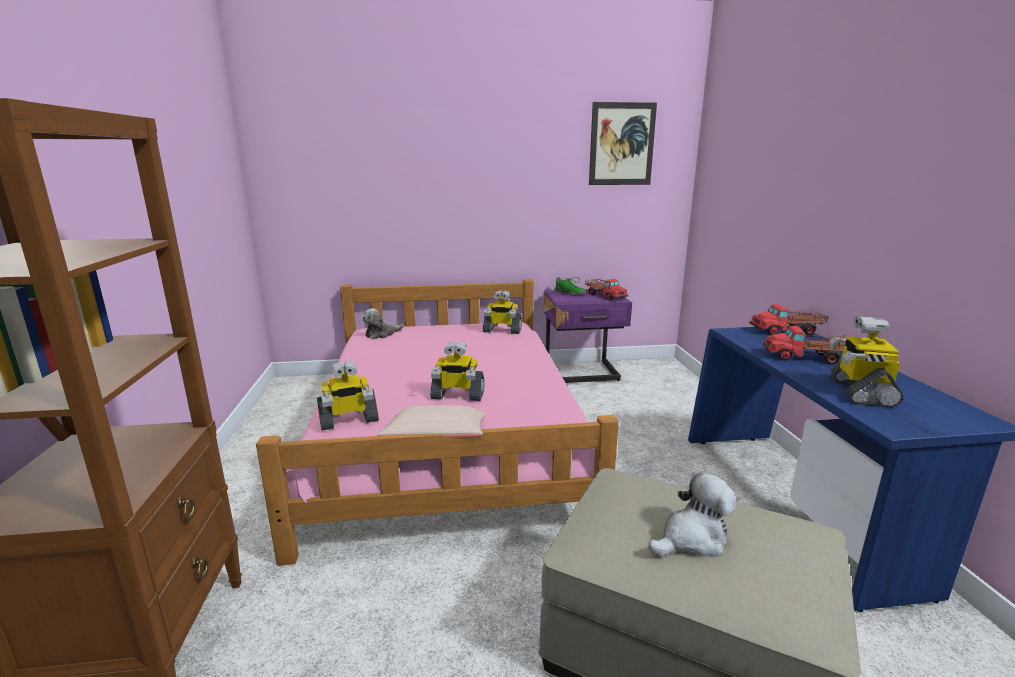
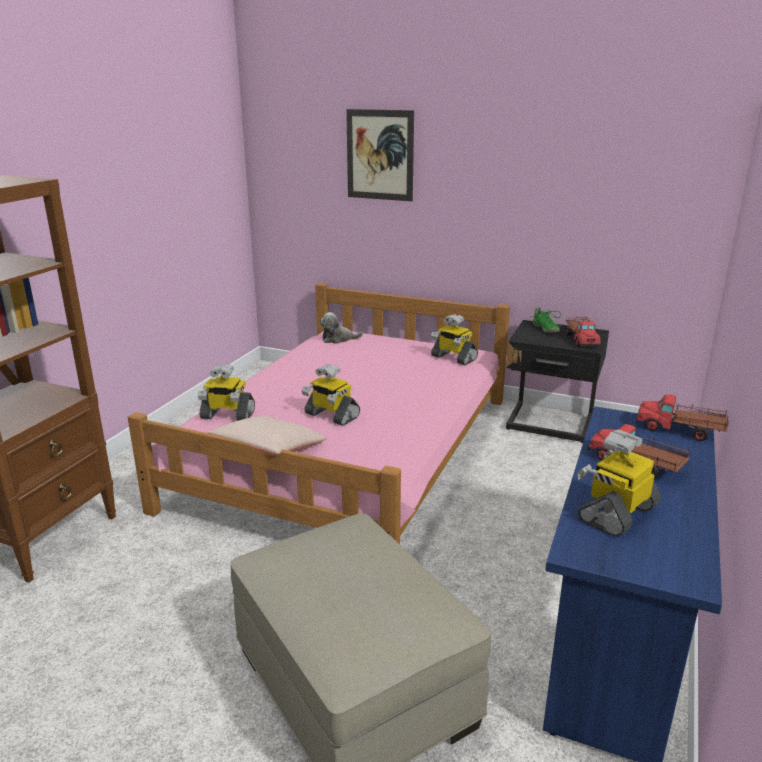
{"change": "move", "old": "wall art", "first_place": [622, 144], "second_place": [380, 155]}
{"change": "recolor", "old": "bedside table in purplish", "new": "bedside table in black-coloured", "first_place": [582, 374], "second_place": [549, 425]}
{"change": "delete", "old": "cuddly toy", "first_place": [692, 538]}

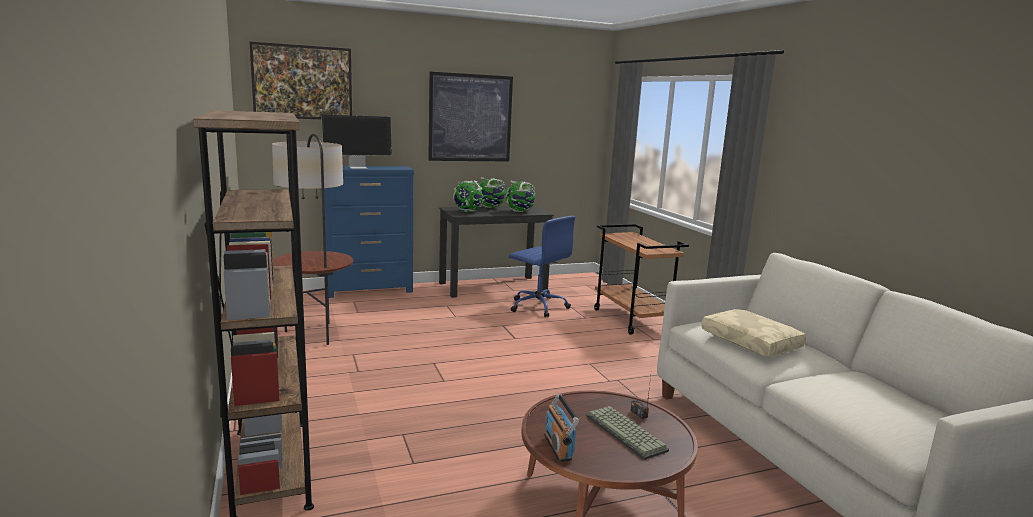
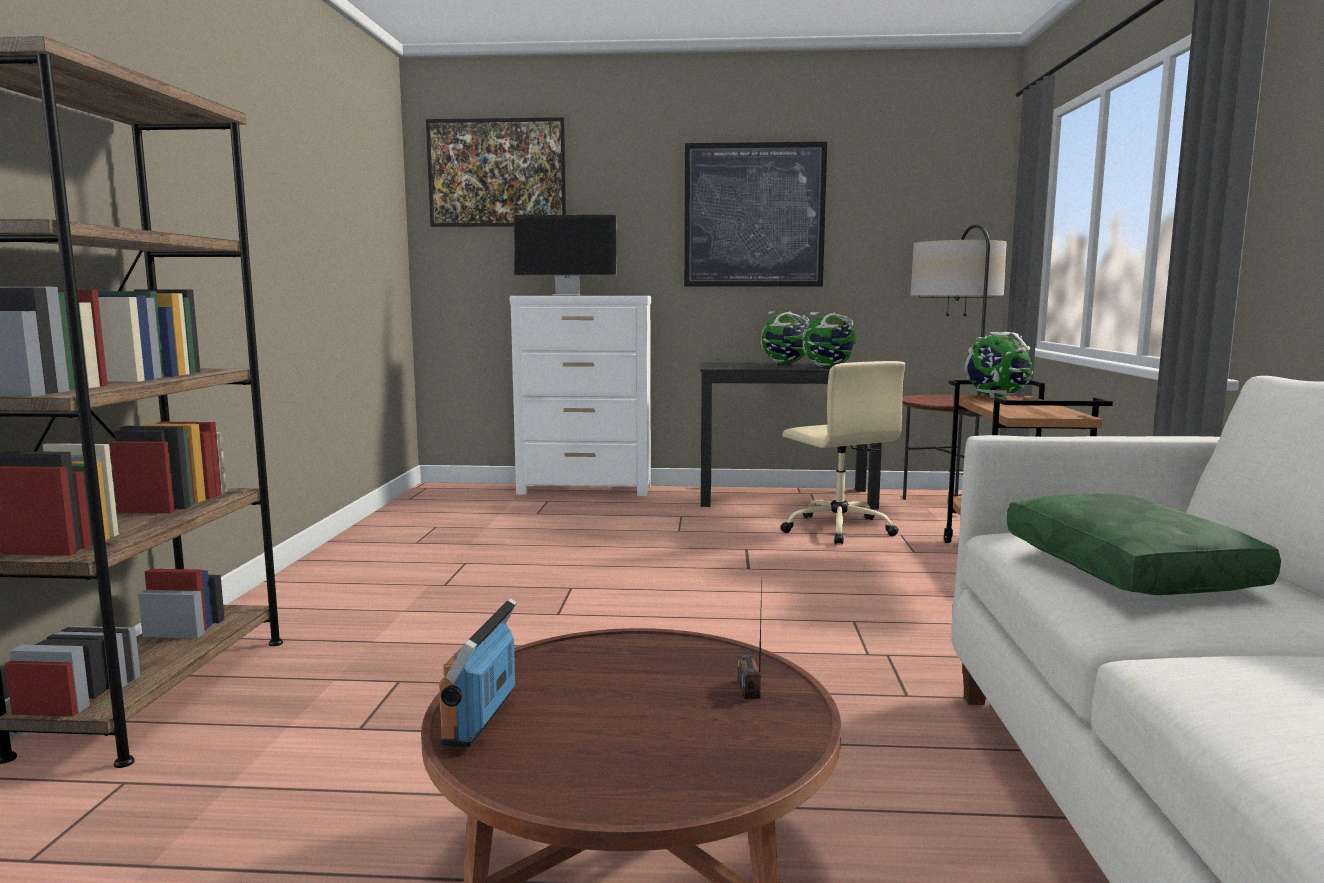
{"change": "move", "old": "standard lamp", "first_place": [316, 334], "second_place": [947, 504]}
{"change": "recolor", "old": "drawer chest in blue-coloured", "new": "drawer chest in whitish", "first_place": [370, 291], "second_place": [585, 490]}
{"change": "move", "old": "world globe", "first_place": [467, 211], "second_place": [995, 397]}
{"change": "recolor", "old": "desk chair in blue-coloured", "new": "desk chair in sand-coloured", "first_place": [537, 306], "second_place": [837, 528]}
{"change": "recolor", "old": "throw pillow in sand-coloured", "new": "throw pillow in green-coloured", "first_place": [752, 342], "second_place": [1131, 568]}
{"change": "delete", "old": "PC keyboard", "first_place": [627, 433]}

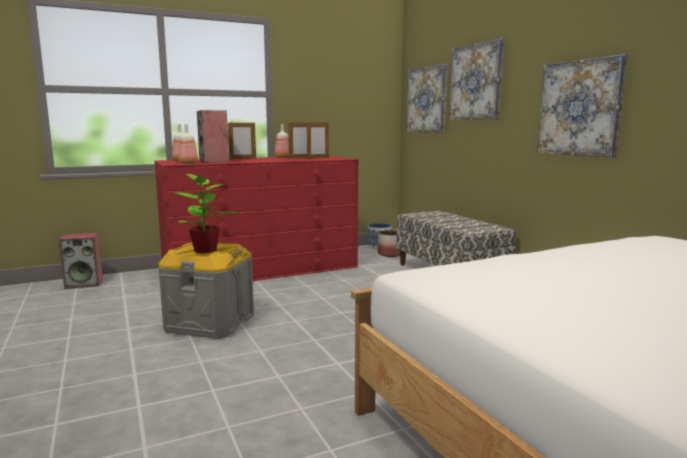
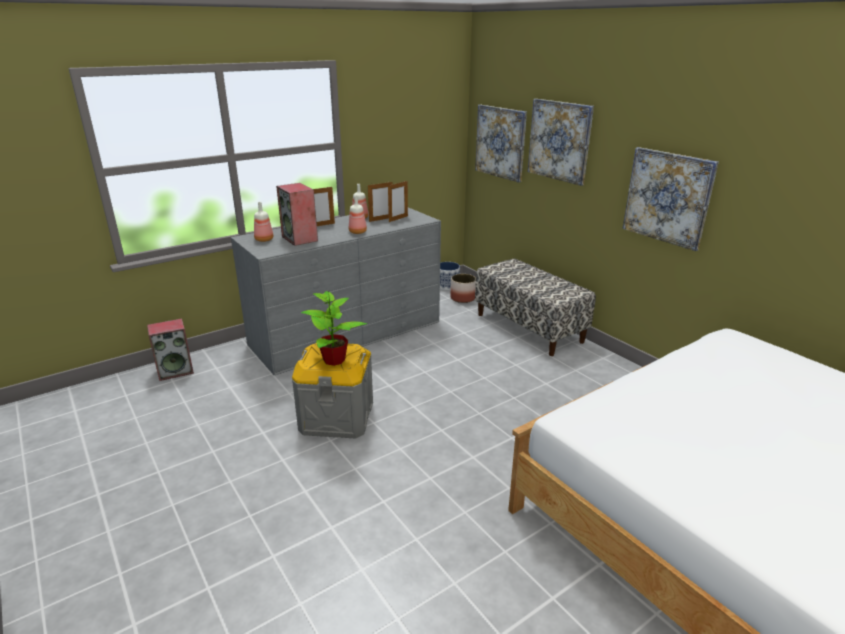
{"change": "move", "old": "beverage bottle", "first_place": [189, 163], "second_place": [358, 232]}
{"change": "recolor", "old": "drawer chest in red", "new": "drawer chest in greyish", "first_place": [262, 269], "second_place": [347, 333]}

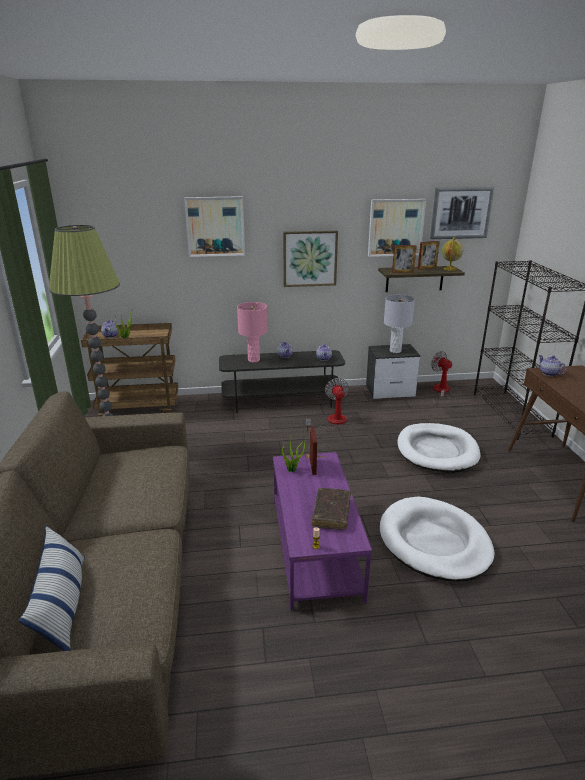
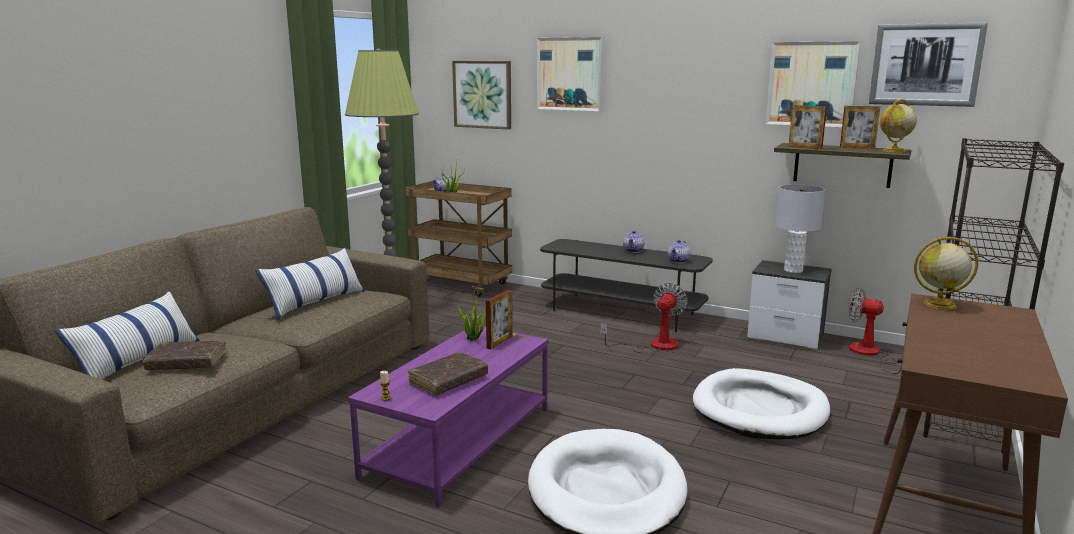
{"change": "move", "old": "wall art", "first_place": [309, 258], "second_place": [483, 94]}
{"change": "delete", "old": "tabletop lamp in pink-coloured", "first_place": [254, 360]}
{"change": "rotate", "old": "electric fan", "first_place": [440, 391], "second_place": [870, 354], "degrees": -60}
{"change": "replace", "old": "pot for tea", "new": "world globe", "first_place": [548, 373], "second_place": [938, 304]}
{"change": "insert", "new": "throw pillow", "second_place": [315, 302]}
{"change": "insert", "new": "book in brownish", "second_place": [187, 363]}

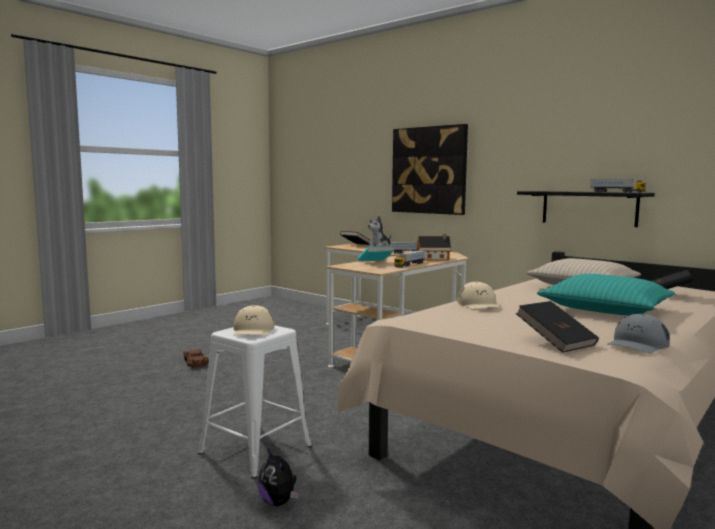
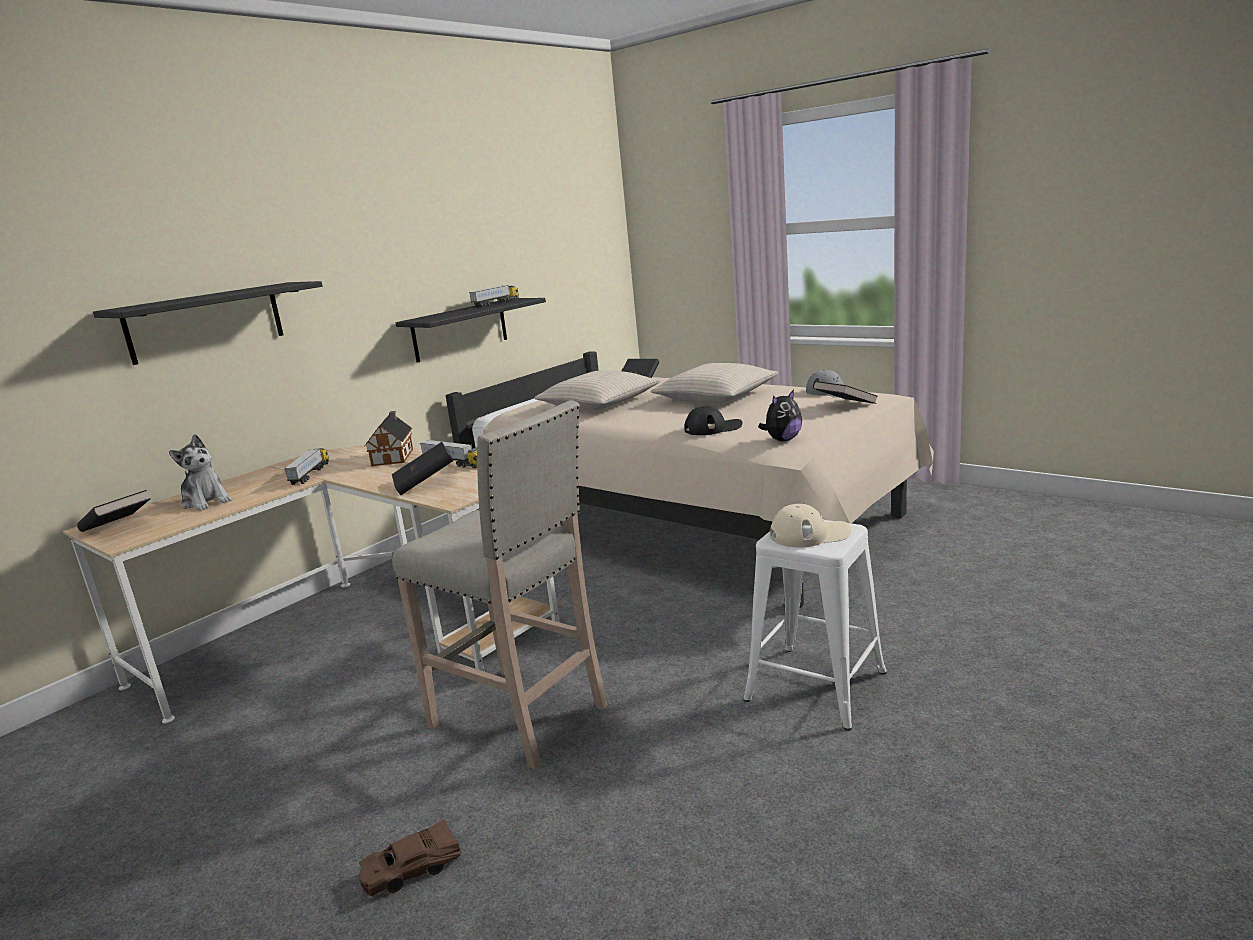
{"change": "replace", "old": "wall art", "new": "bracket shelf in black-coloured", "first_place": [429, 170], "second_place": [205, 322]}
{"change": "recolor", "old": "book in turquoise", "new": "book in black-coloured", "first_place": [375, 263], "second_place": [425, 483]}
{"change": "recolor", "old": "throw pillow in turquoise", "new": "throw pillow in sand-coloured", "first_place": [605, 309], "second_place": [715, 397]}
{"change": "recolor", "old": "baseball cap in sand-coloured", "new": "baseball cap in black-coloured", "first_place": [479, 305], "second_place": [713, 428]}
{"change": "move", "old": "cuddly toy", "first_place": [278, 502], "second_place": [782, 440]}
{"change": "insert", "new": "stool seat in sand-coloured", "second_place": [521, 717]}

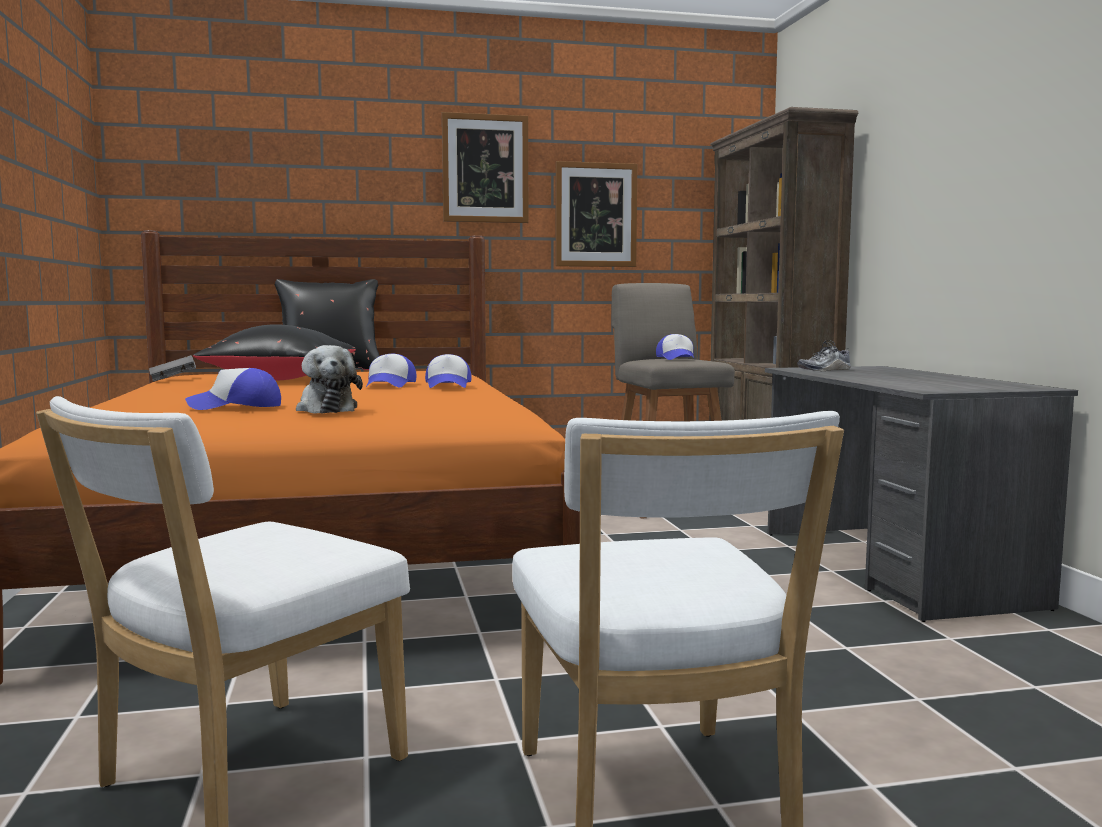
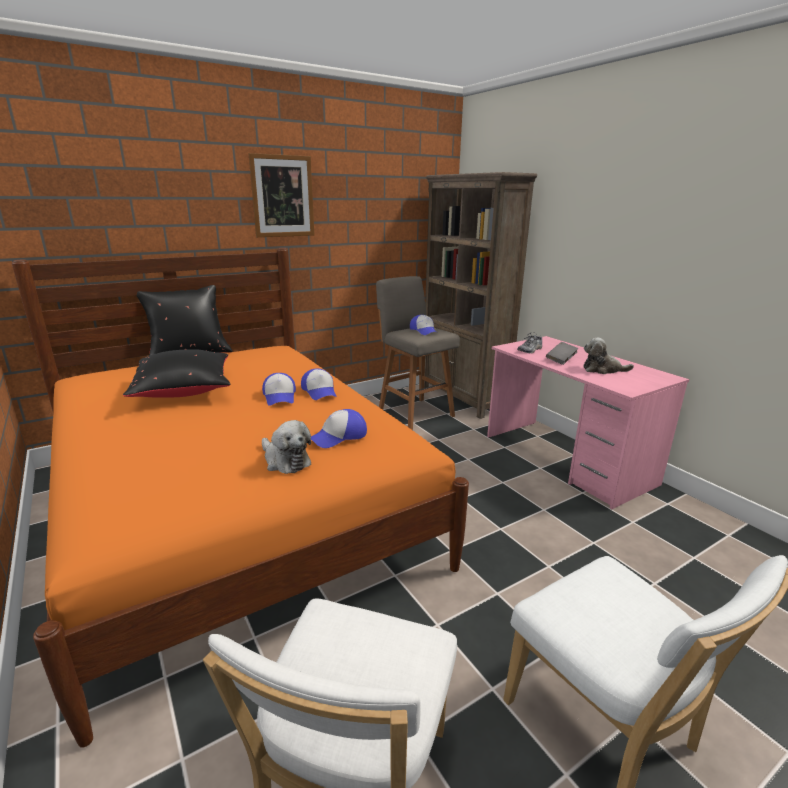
{"change": "delete", "old": "wall art", "first_place": [596, 215]}
{"change": "move", "old": "book in greyish", "first_place": [173, 379], "second_place": [561, 360]}
{"change": "recolor", "old": "desk table in greyish", "new": "desk table in pink-coloured", "first_place": [892, 567], "second_place": [566, 459]}
{"change": "move", "old": "baseball cap", "first_place": [236, 406], "second_place": [339, 437]}
{"change": "insert", "new": "cuddly toy", "second_place": [602, 370]}

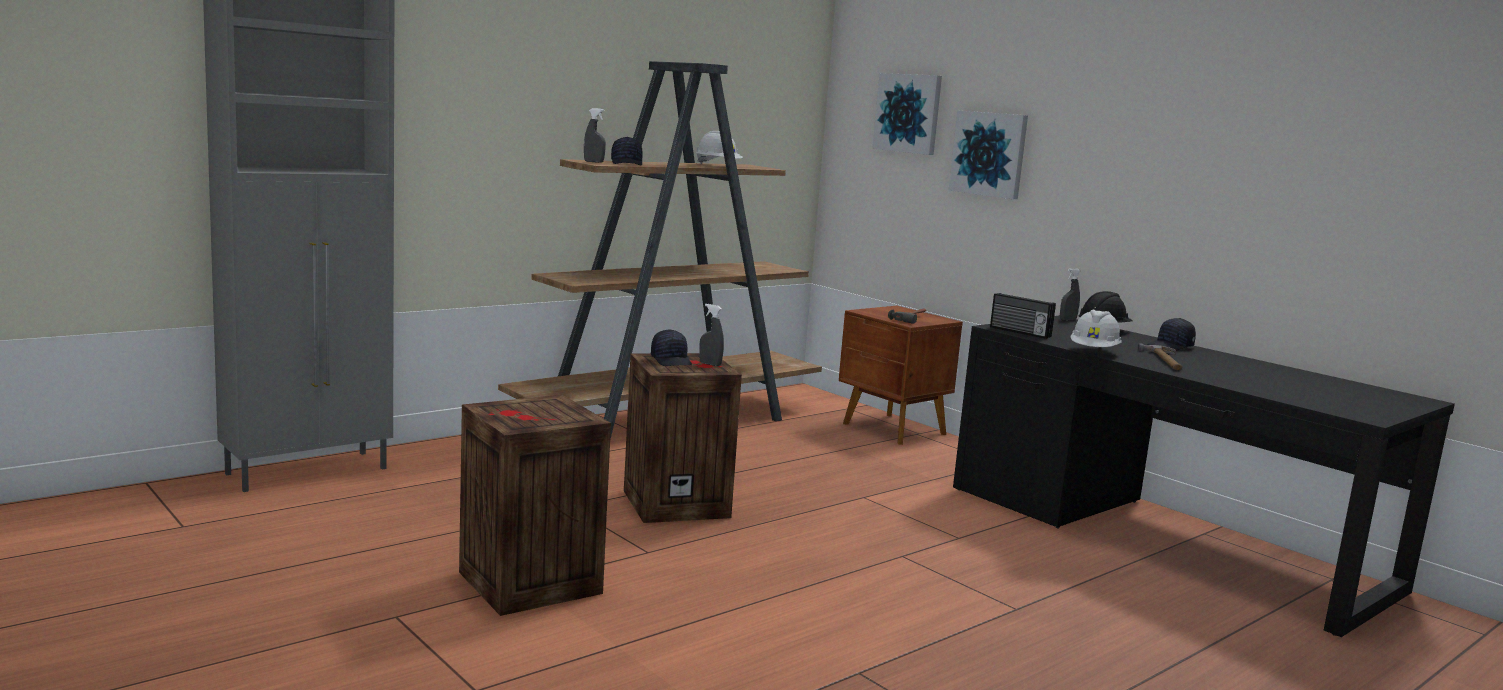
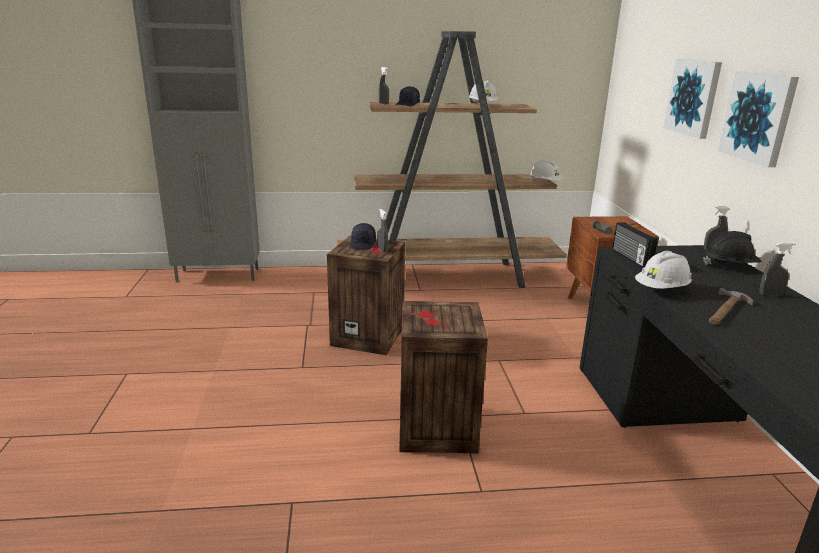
{"change": "move", "old": "wall art", "first_place": [908, 113], "second_place": [758, 117]}
{"change": "replace", "old": "baseball cap in black-coloured", "new": "spray bottle in greyish", "first_place": [1171, 347], "second_place": [770, 295]}
{"change": "move", "old": "crate", "first_place": [529, 584], "second_place": [435, 429]}
{"change": "insert", "new": "safety helmet in whitish", "second_place": [545, 183]}

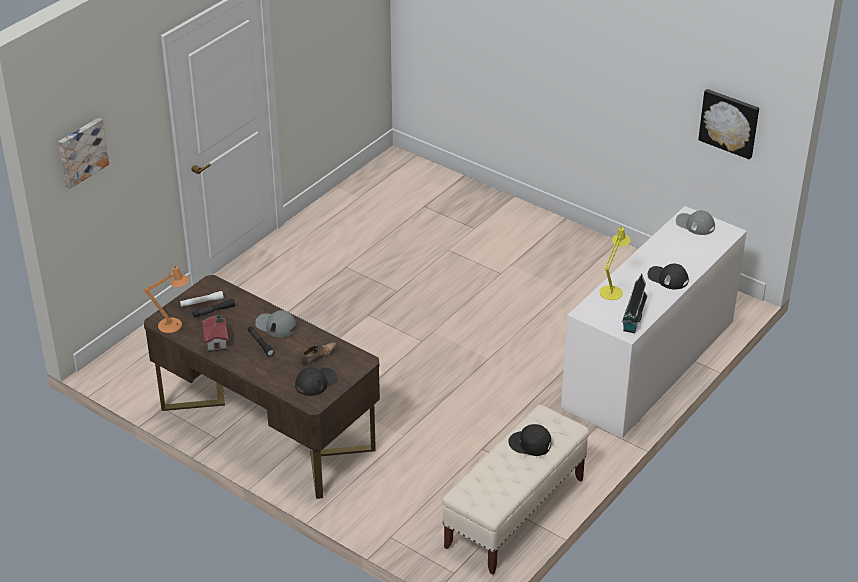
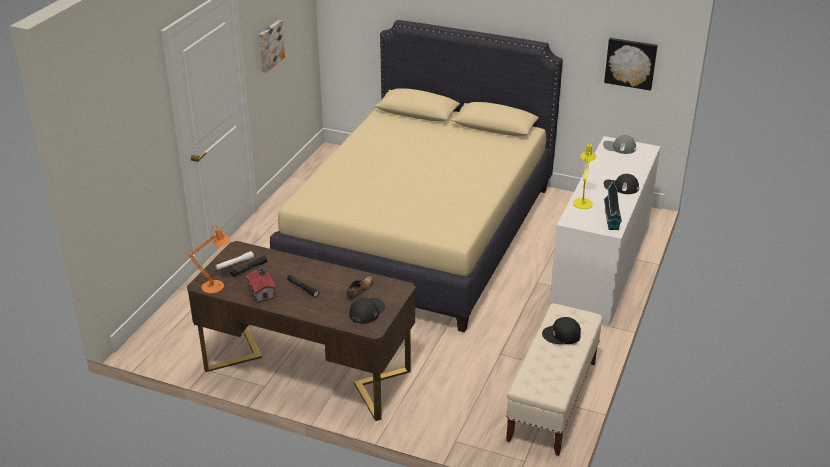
{"change": "move", "old": "wall art", "first_place": [81, 151], "second_place": [270, 45]}
{"change": "delete", "old": "baseball cap in greyish", "first_place": [276, 325]}
{"change": "insert", "new": "sleeping bed in sand-coloured", "second_place": [421, 233]}

